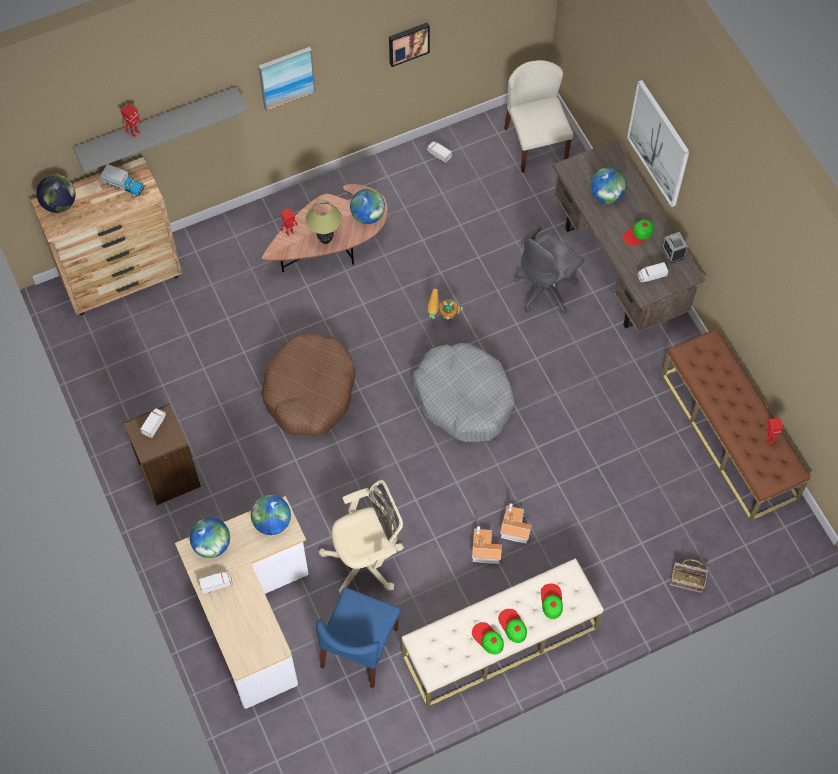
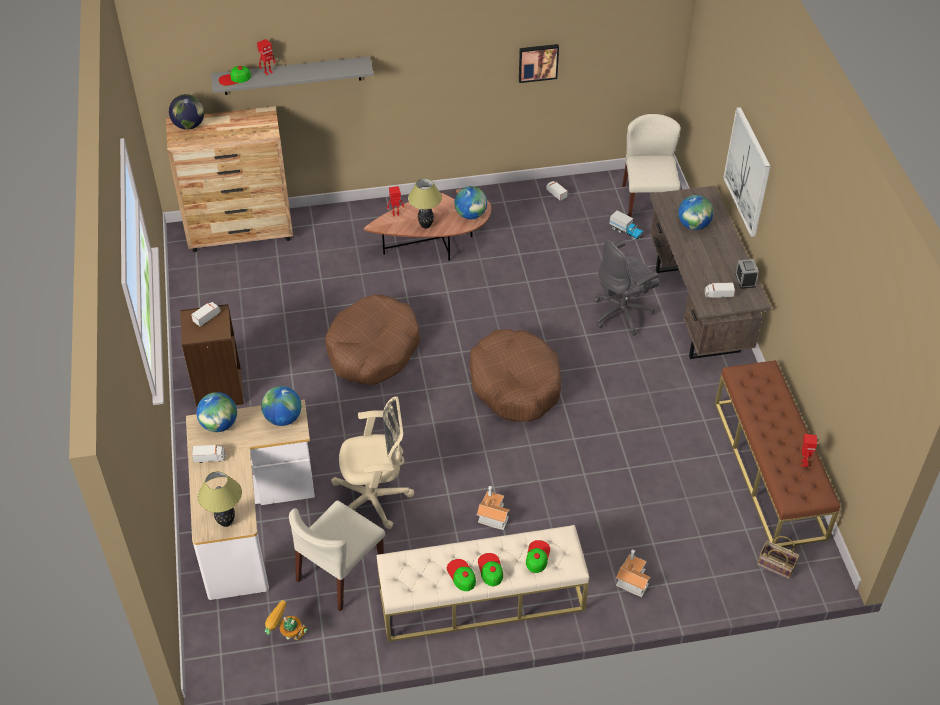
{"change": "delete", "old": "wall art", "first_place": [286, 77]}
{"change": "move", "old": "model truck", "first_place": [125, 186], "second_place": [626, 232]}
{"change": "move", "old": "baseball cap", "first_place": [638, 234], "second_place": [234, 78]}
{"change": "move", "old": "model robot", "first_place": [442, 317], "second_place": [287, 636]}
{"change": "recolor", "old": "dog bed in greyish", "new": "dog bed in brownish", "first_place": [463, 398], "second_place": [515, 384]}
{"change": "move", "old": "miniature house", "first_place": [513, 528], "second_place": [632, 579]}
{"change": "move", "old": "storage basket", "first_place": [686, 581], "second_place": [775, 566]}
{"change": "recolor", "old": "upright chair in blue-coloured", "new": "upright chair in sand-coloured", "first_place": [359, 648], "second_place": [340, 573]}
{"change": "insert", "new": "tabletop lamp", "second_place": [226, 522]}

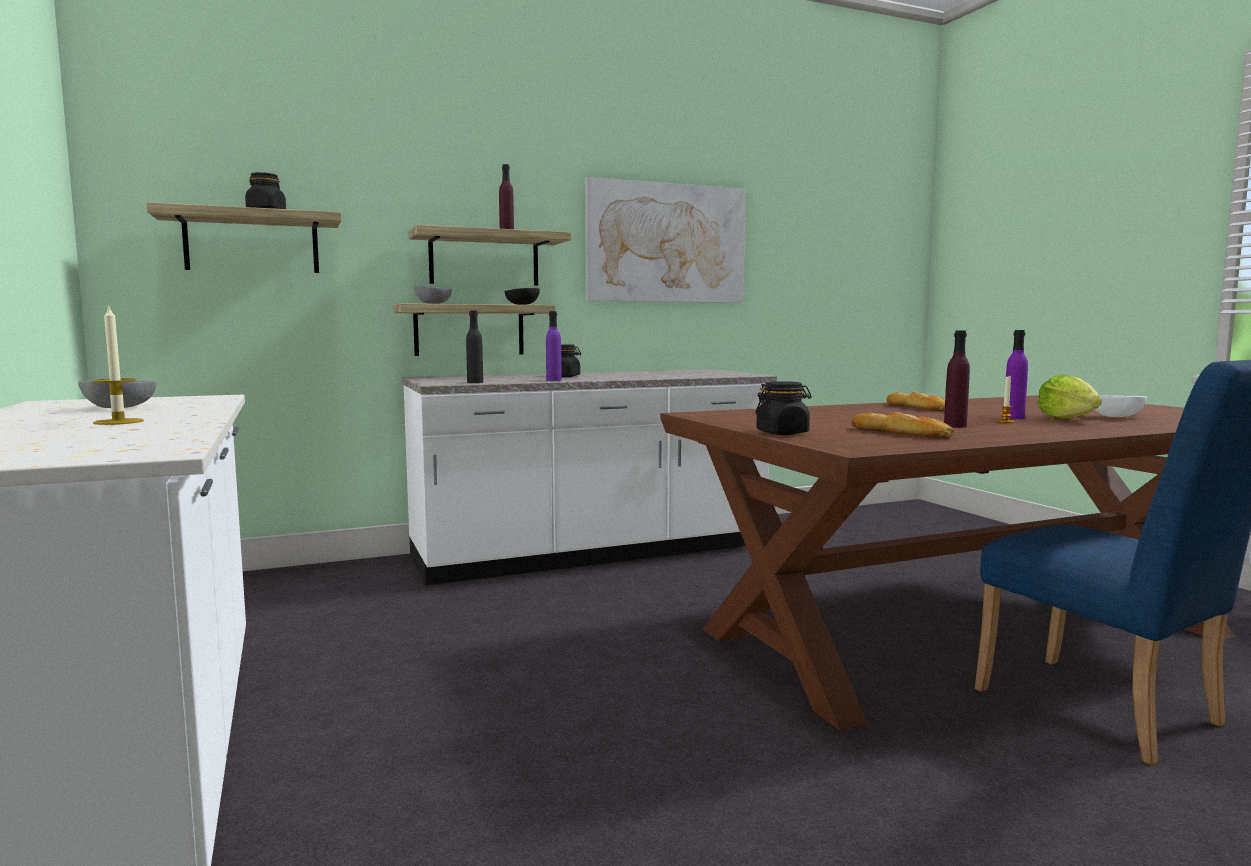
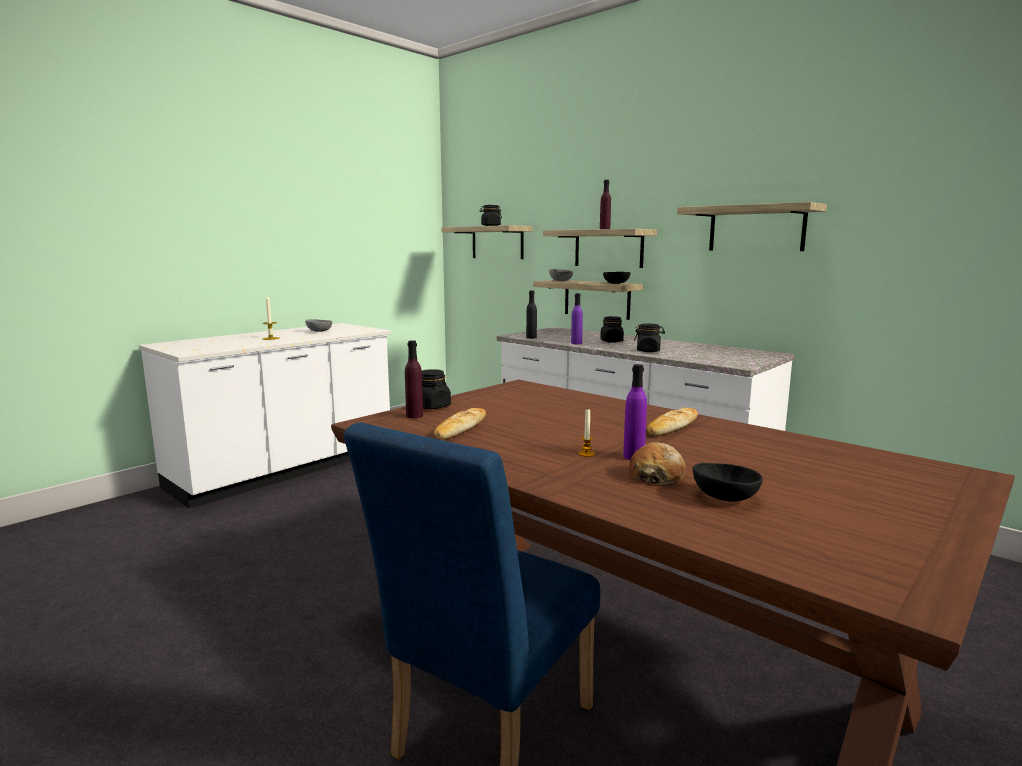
{"change": "replace", "old": "wall art", "new": "bracket shelf", "first_place": [666, 243], "second_place": [756, 228]}
{"change": "move", "old": "beverage bottle in purplish", "first_place": [955, 426], "second_place": [414, 416]}
{"change": "replace", "old": "head of lettuce", "new": "bread", "first_place": [1067, 419], "second_place": [656, 475]}
{"change": "recolor", "old": "bowl in whitish", "new": "bowl in black-coloured", "first_place": [1114, 416], "second_place": [725, 496]}
{"change": "insert", "new": "preserve jar in black-coloured", "second_place": [648, 351]}

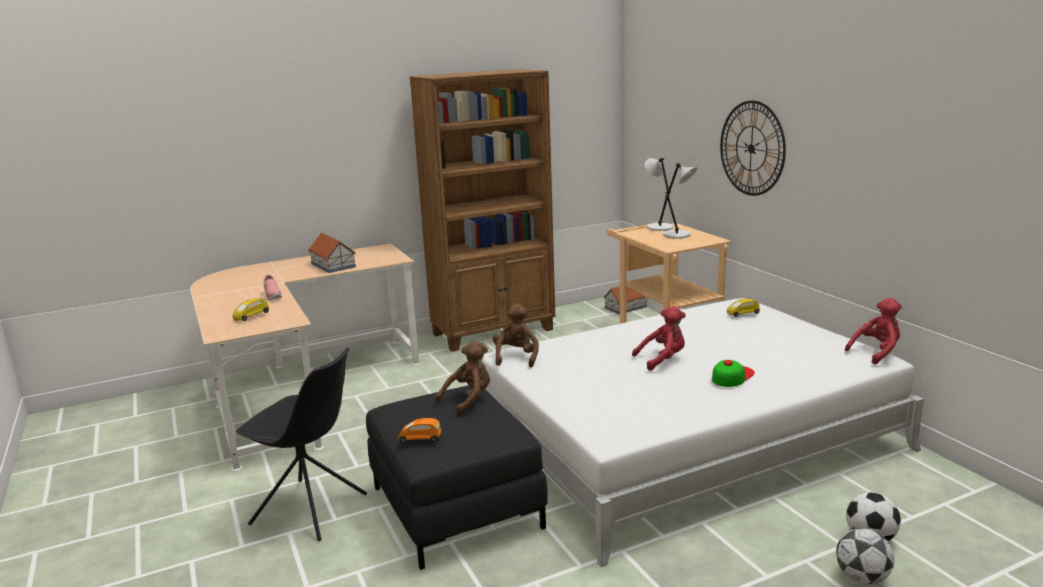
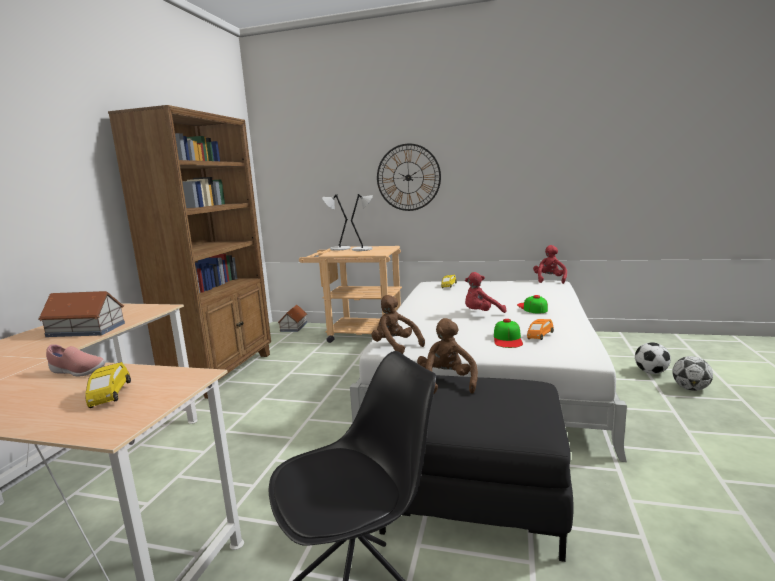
{"change": "rotate", "old": "cuddly toy in red", "first_place": [662, 360], "second_place": [481, 314], "degrees": -135}
{"change": "move", "old": "model car in orange-coloured", "first_place": [420, 439], "second_place": [539, 336]}
{"change": "insert", "new": "baseball cap", "second_place": [507, 339]}

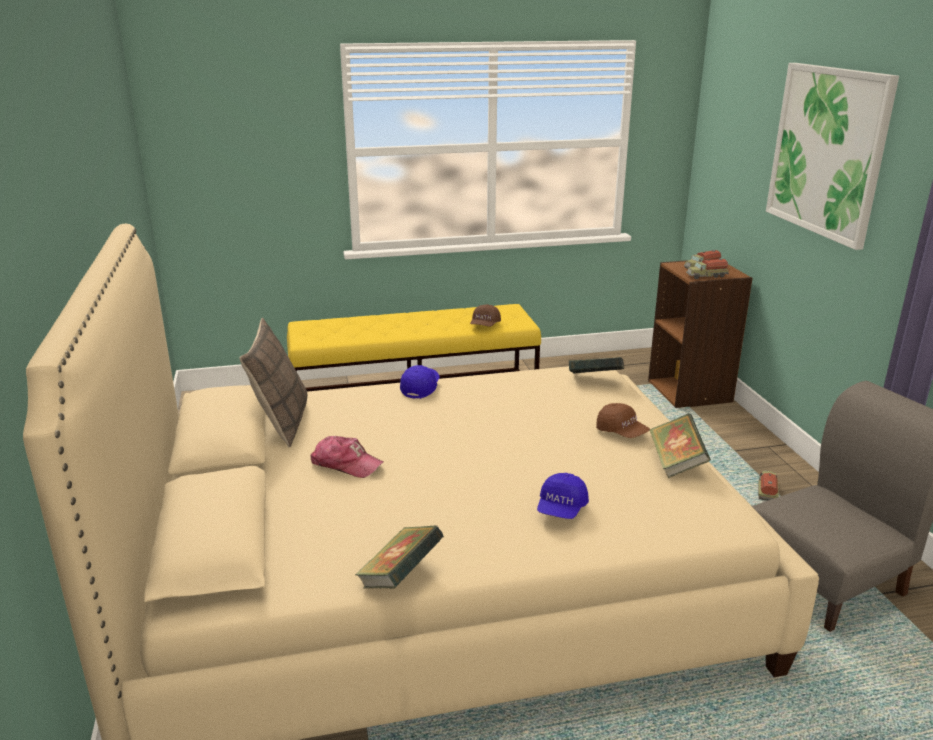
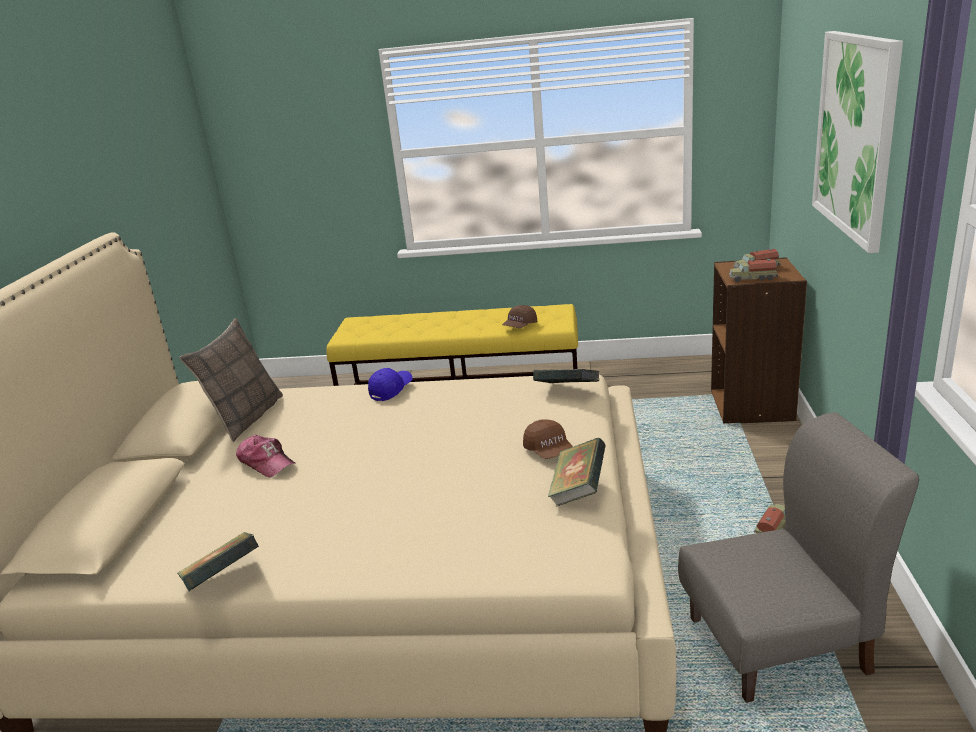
{"change": "delete", "old": "baseball cap in blue-coloured", "first_place": [561, 509]}

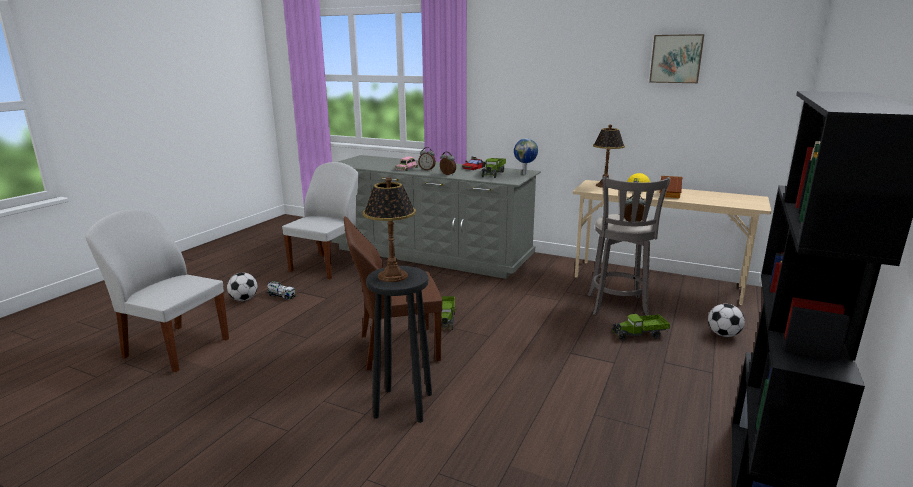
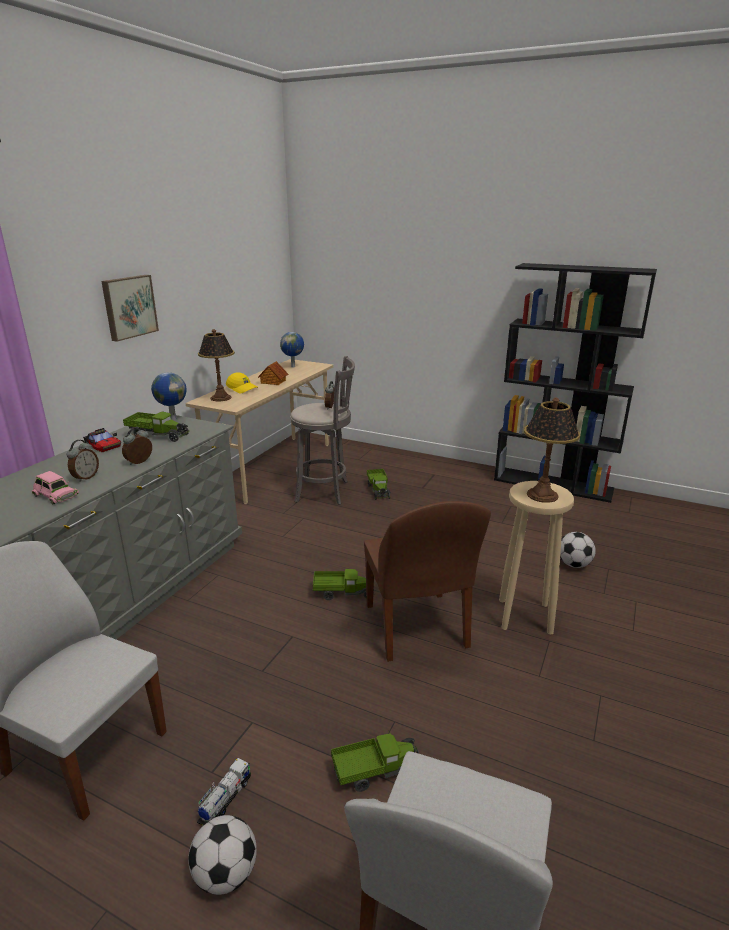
{"change": "move", "old": "wall art", "first_place": [676, 59], "second_place": [129, 307]}
{"change": "recolor", "old": "stool seat in black-coloured", "new": "stool seat in sand-coloured", "first_place": [402, 405], "second_place": [525, 616]}
{"change": "move", "old": "ball for football", "first_place": [723, 334], "second_place": [573, 564]}
{"change": "insert", "new": "world globe", "second_place": [293, 366]}
{"change": "insert", "new": "model truck", "second_place": [377, 770]}

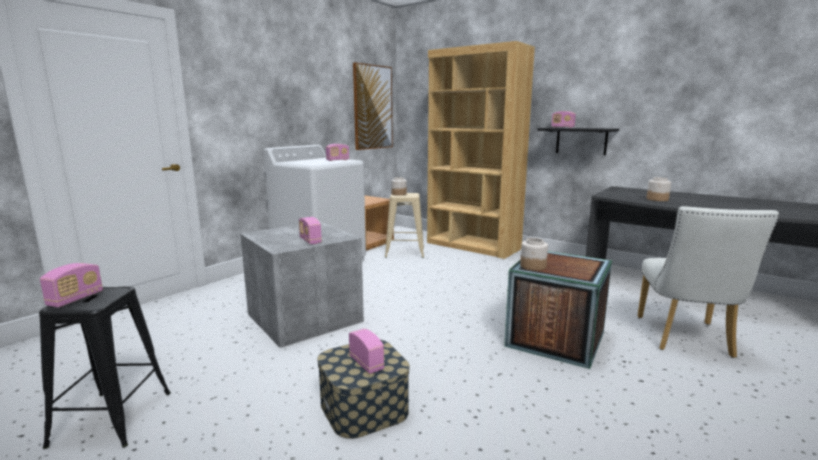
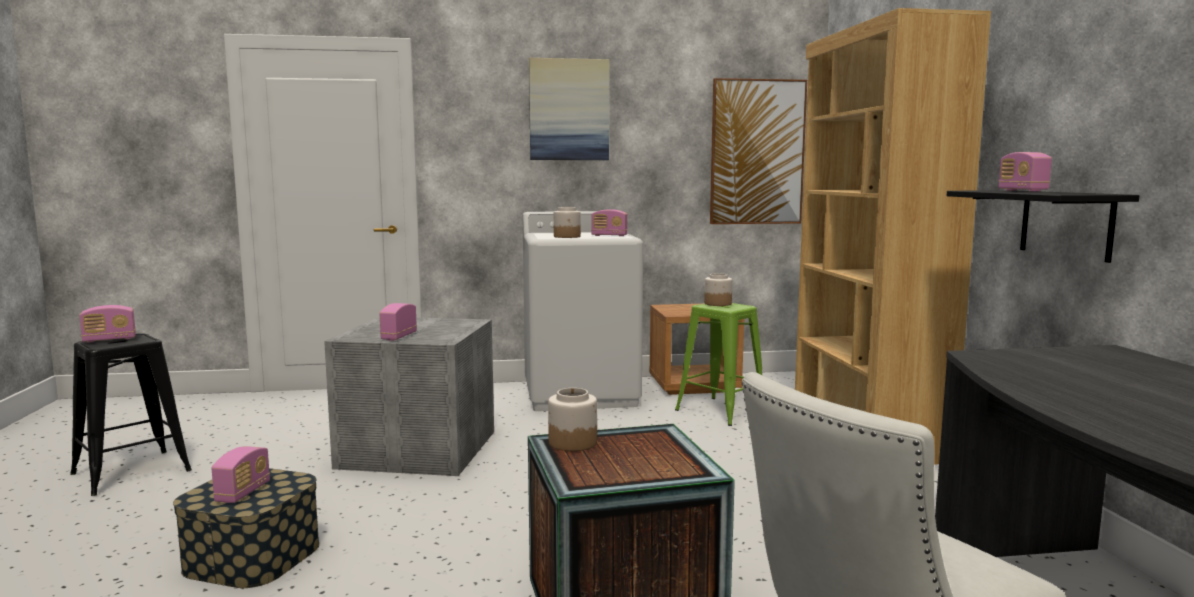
{"change": "move", "old": "preserve jar", "first_place": [657, 199], "second_place": [567, 236]}
{"change": "recolor", "old": "stool seat in sand-coloured", "new": "stool seat in green-coloured", "first_place": [404, 252], "second_place": [720, 411]}
{"change": "insert", "new": "wall art", "second_place": [569, 110]}

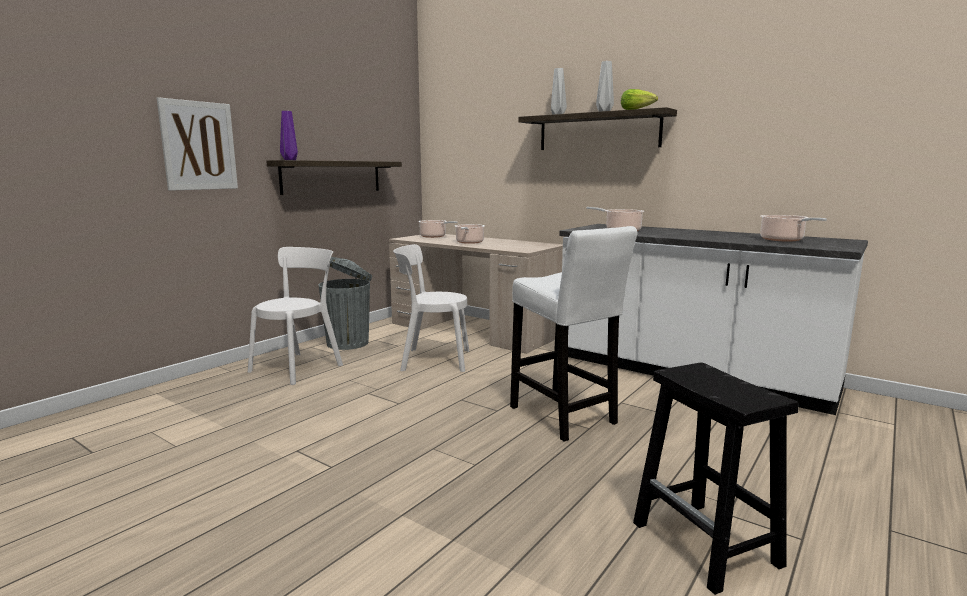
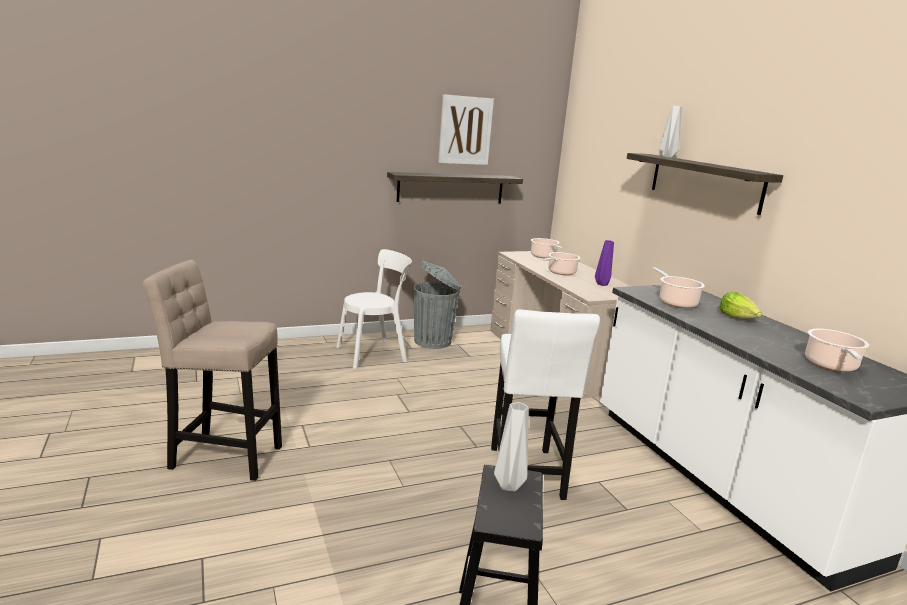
{"change": "move", "old": "flower vase in greyish", "first_place": [605, 112], "second_place": [510, 486]}
{"change": "move", "old": "head of lettuce", "first_place": [637, 110], "second_place": [737, 318]}
{"change": "move", "old": "wall art", "first_place": [199, 146], "second_place": [465, 130]}
{"change": "move", "old": "flower vase in purplish", "first_place": [289, 160], "second_place": [602, 284]}
{"change": "delete", "old": "upright chair in whitish", "first_place": [432, 360]}
{"change": "insert", "new": "stool seat in sand-coloured", "second_place": [221, 455]}

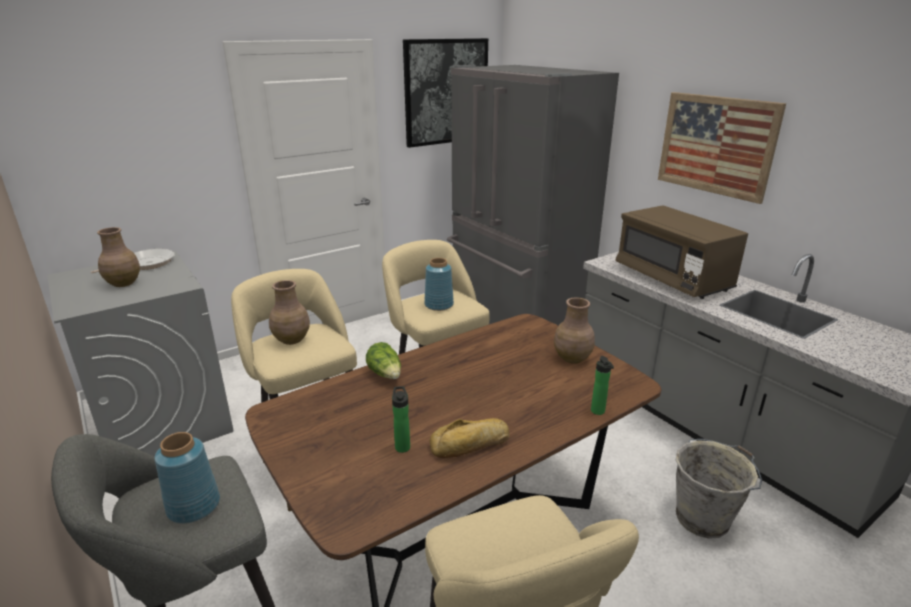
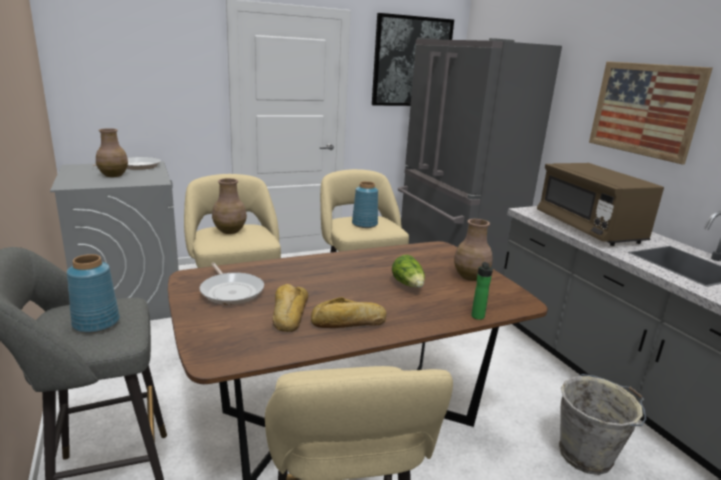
{"change": "move", "old": "head of lettuce", "first_place": [386, 374], "second_place": [408, 285]}
{"change": "replace", "old": "beverage bottle", "new": "bread", "first_place": [402, 446], "second_place": [288, 314]}
{"change": "insert", "new": "skillet", "second_place": [231, 291]}

